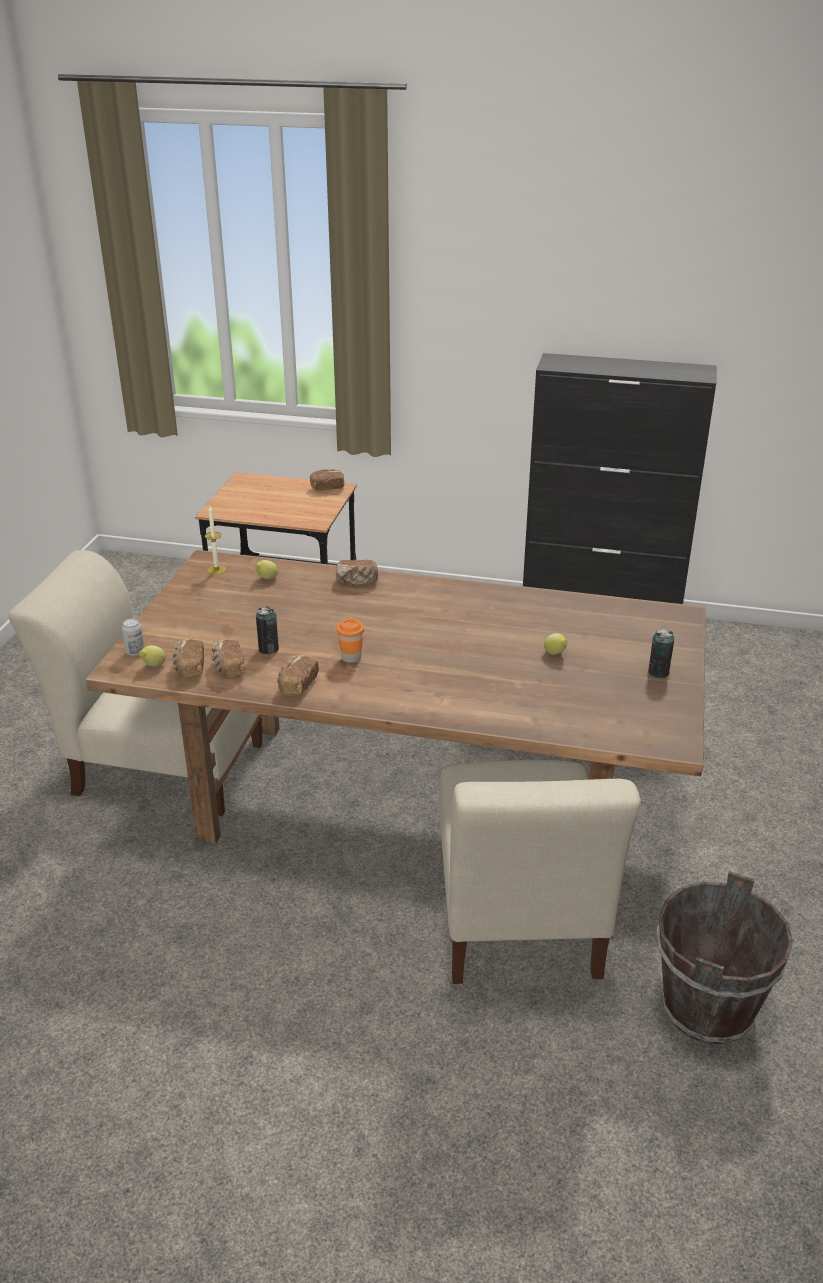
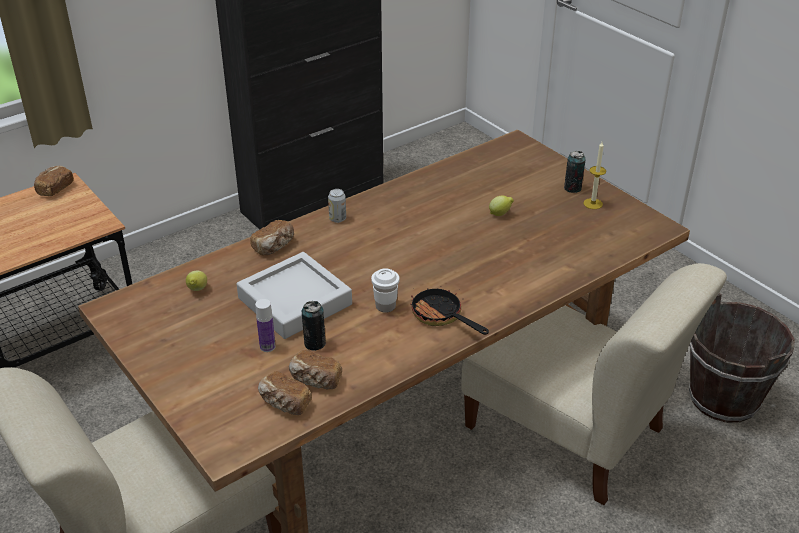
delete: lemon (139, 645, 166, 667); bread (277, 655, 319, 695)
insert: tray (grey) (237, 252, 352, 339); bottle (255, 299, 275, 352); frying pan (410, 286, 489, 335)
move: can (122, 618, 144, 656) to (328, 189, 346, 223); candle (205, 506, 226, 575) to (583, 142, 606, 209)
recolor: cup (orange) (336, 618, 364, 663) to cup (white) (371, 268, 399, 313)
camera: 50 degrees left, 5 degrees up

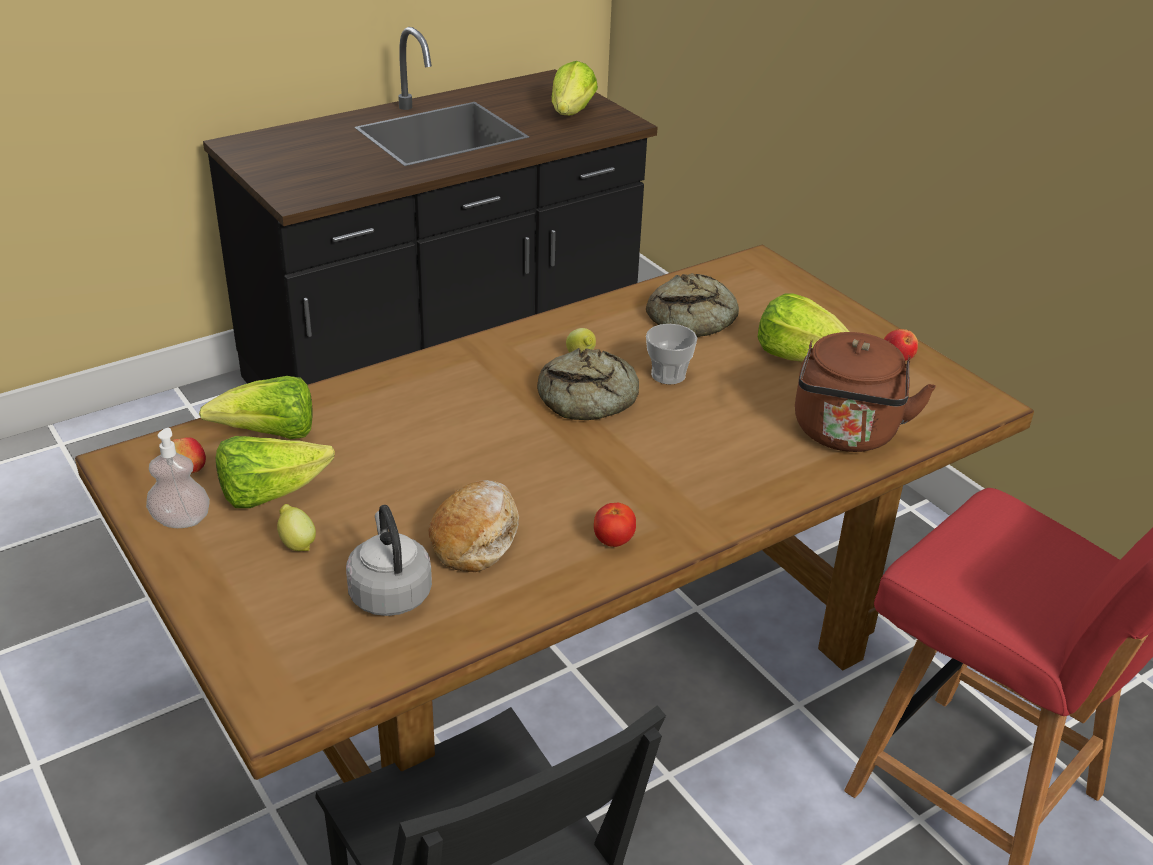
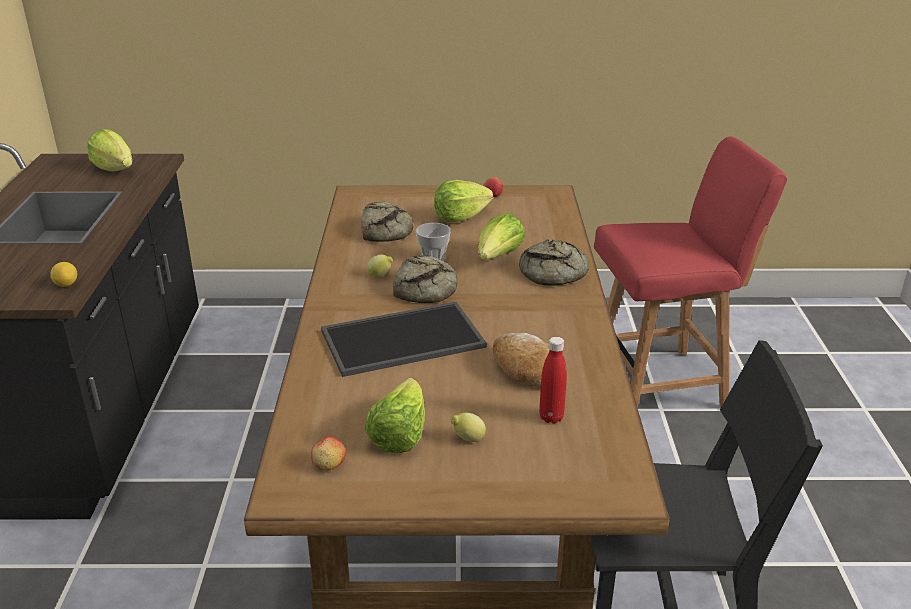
delete: soap dispenser (146, 428, 210, 528); tomato (594, 503, 636, 547); kettle (brown) (795, 332, 936, 452)
insert: lemon (50, 262, 77, 287); tray (321, 302, 487, 377); bread (519, 239, 589, 286)
move: lettuce (199, 376, 313, 439) to (478, 213, 525, 260)
replace: kettle (grey) (346, 505, 432, 616) to bottle (red) (539, 337, 567, 424)
camera: 55 degrees left, 5 degrees down

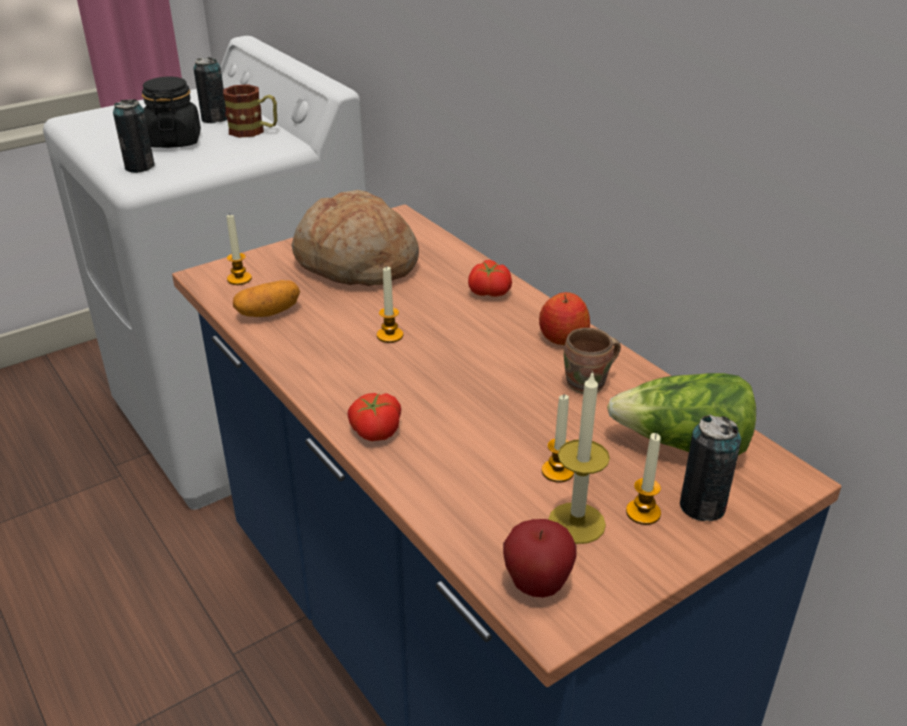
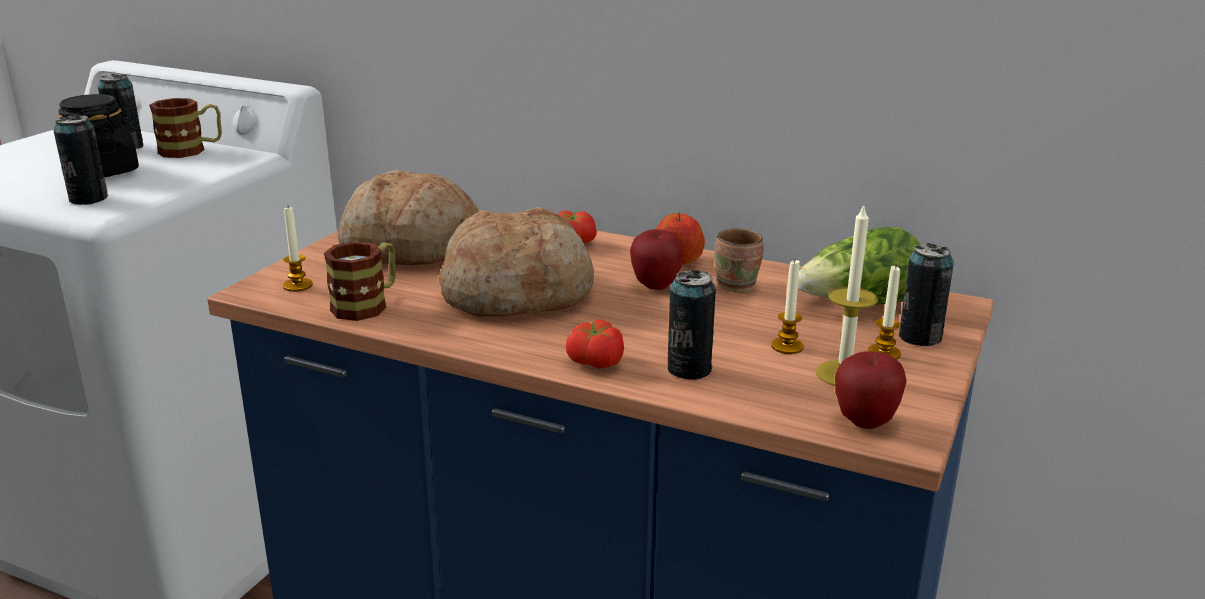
insert: apple (630, 229, 684, 290); can (668, 270, 716, 380)
replace: potato (233, 280, 300, 317) to mug (324, 241, 396, 321); candle (377, 266, 403, 343) to bread (439, 207, 594, 316)
camera: 30 degrees left, 10 degrees down

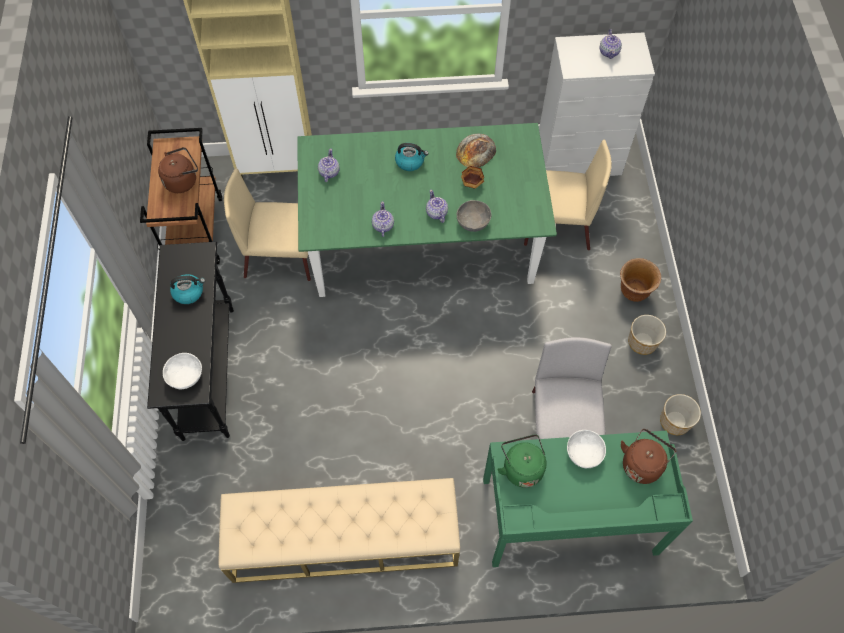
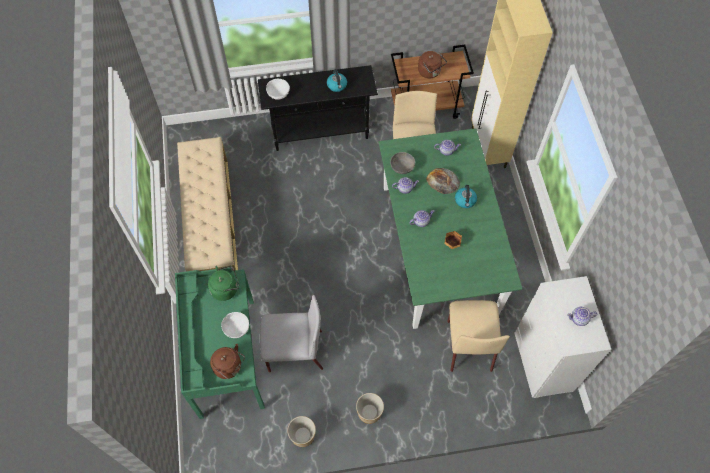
delete: planter (brown) (620, 258, 661, 302)
move: bread (456, 134, 496, 168) to (426, 168, 460, 194); bowl (grey) (457, 200, 491, 232) to (390, 152, 415, 174)
camera: 85 degrees right, 0 degrees up

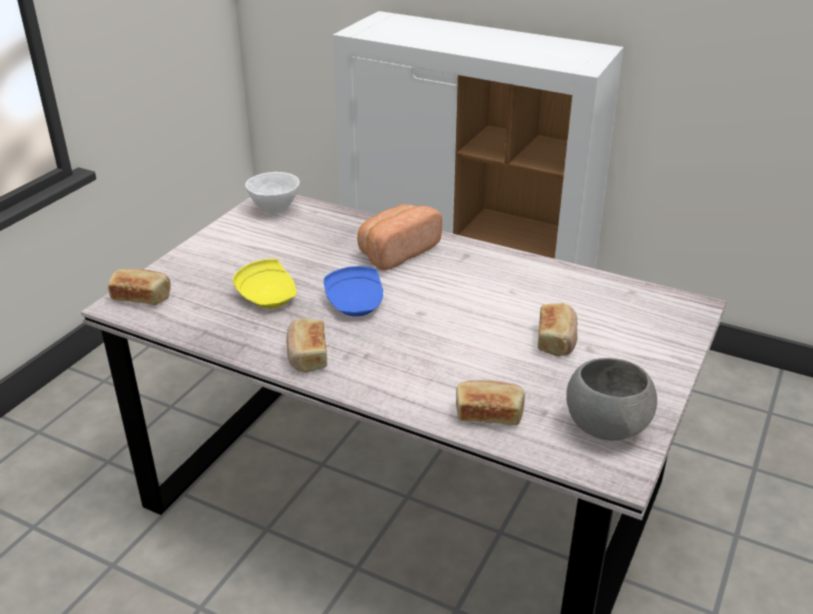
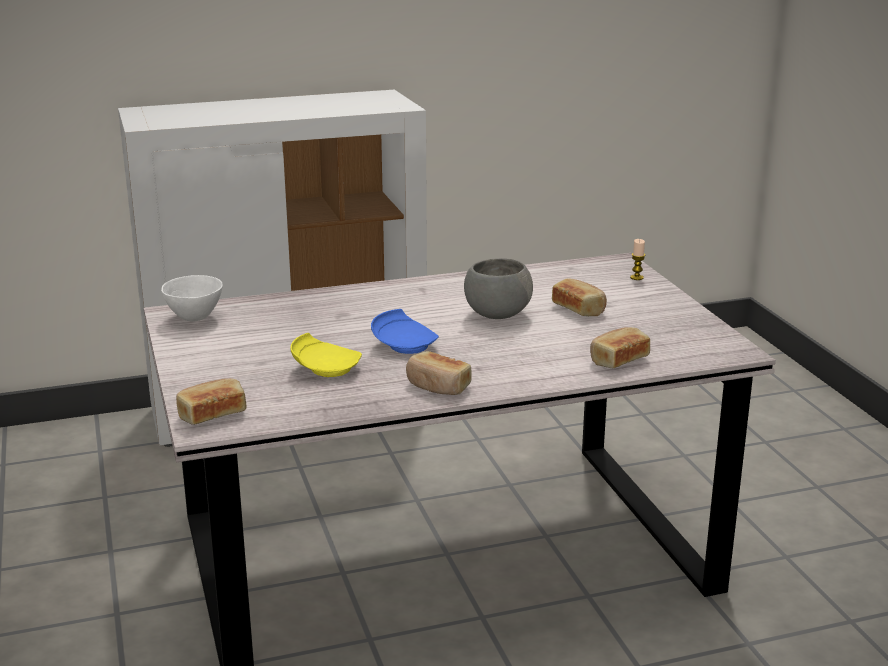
delete: bread (357, 204, 442, 270)
insert: candle (630, 239, 645, 280)
move: bowl (grey) (566, 358, 657, 441) to (464, 258, 533, 319)
camera: 45 degrees left, 10 degrees down

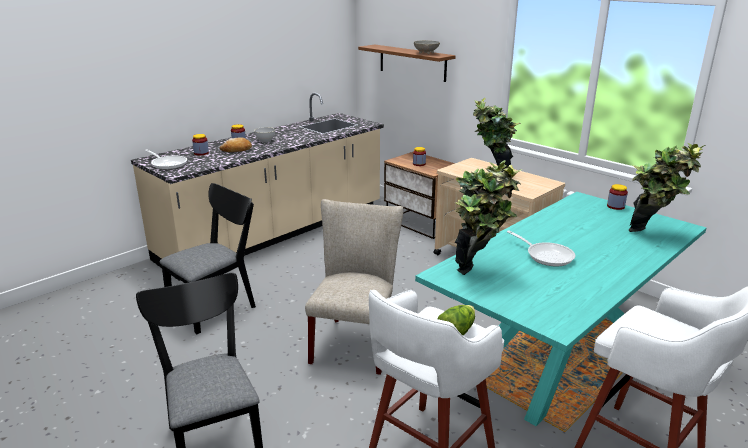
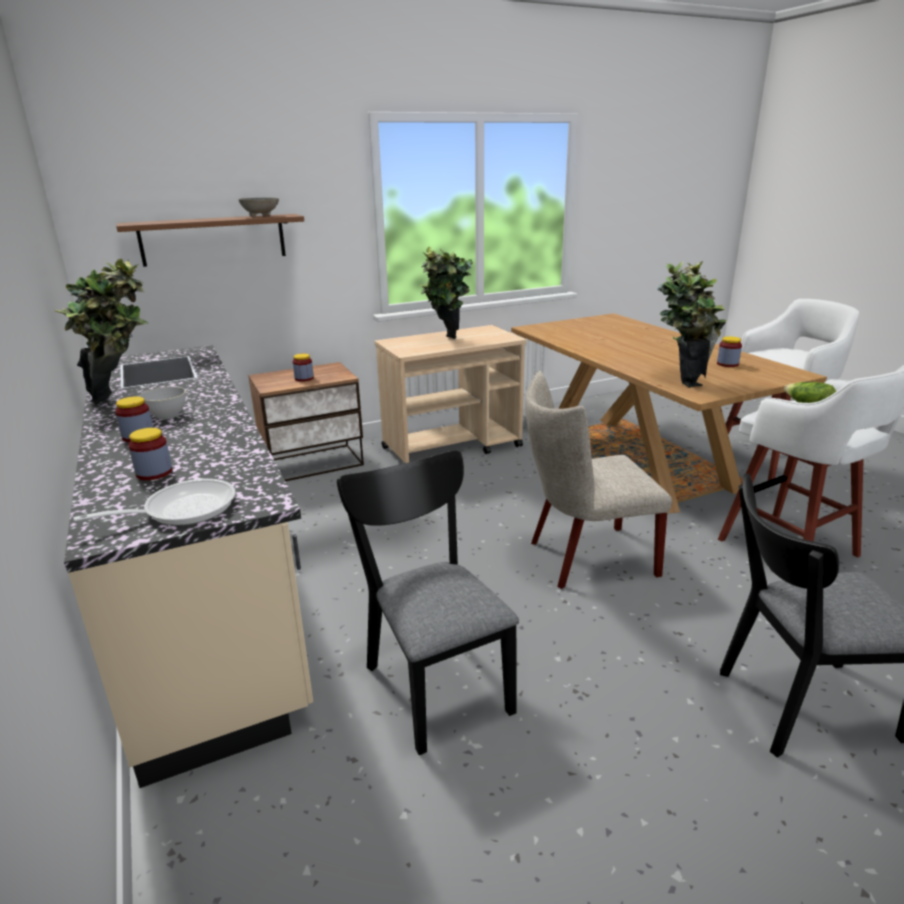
delete: bread (220, 137, 252, 152); frying pan (507, 231, 575, 266)
move: jar (607, 184, 628, 210) to (717, 336, 742, 367); potted plant (629, 142, 705, 232) to (53, 259, 148, 404)
recolor: dining table (turquoise) (415, 192, 706, 426) to dining table (brown) (511, 313, 827, 513)
rotate: chair (beige) (305, 199, 403, 375) = (525, 371, 672, 589) 45 degrees counterclockwise
camera: 70 degrees left, 0 degrees up

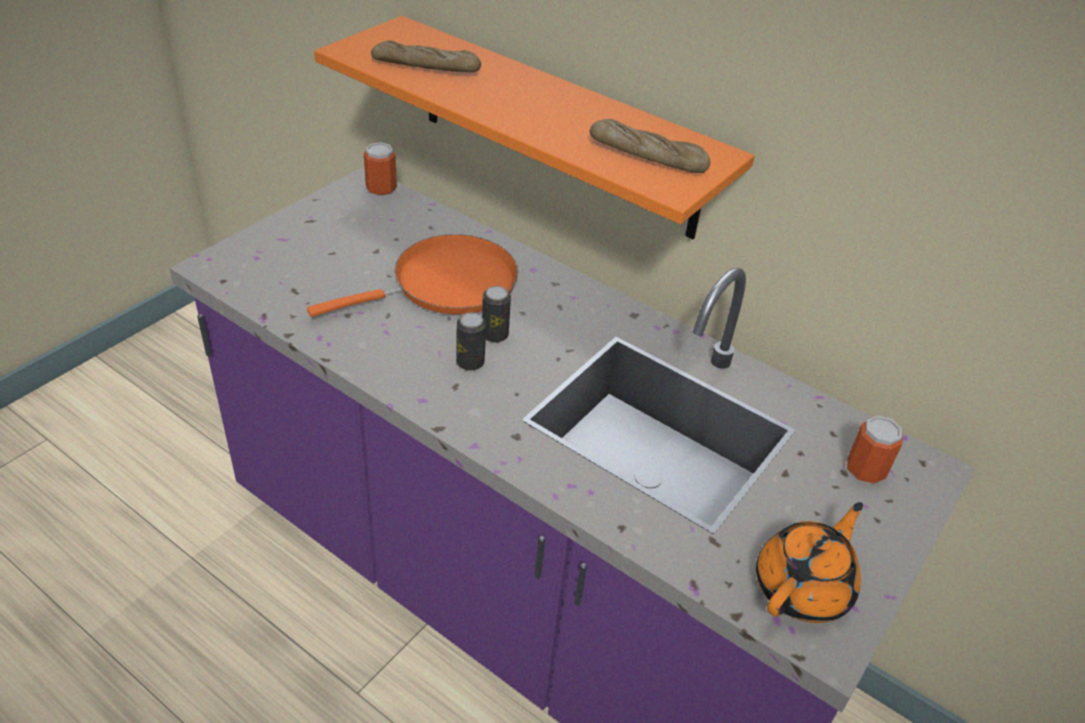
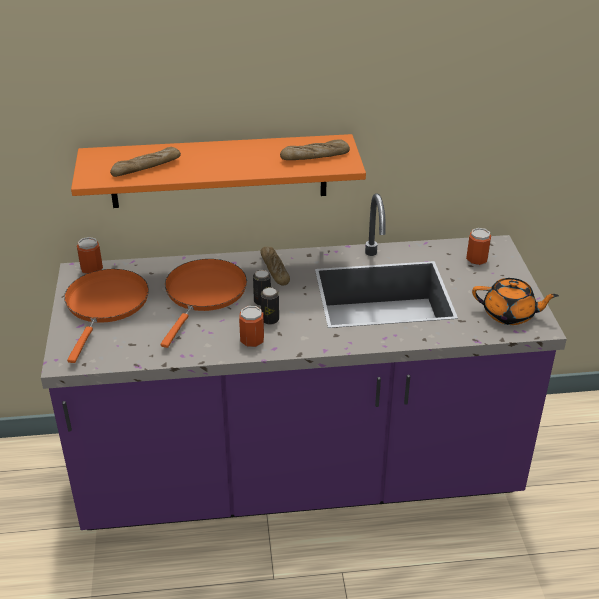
insert: frying pan (orange) (64, 269, 149, 363); can (239, 306, 264, 348); bread (260, 247, 290, 286)
rotate: teapot (orange) (756, 502, 863, 623) = (472, 278, 559, 325) 105 degrees clockwise
camera: 40 degrees left, 5 degrees down

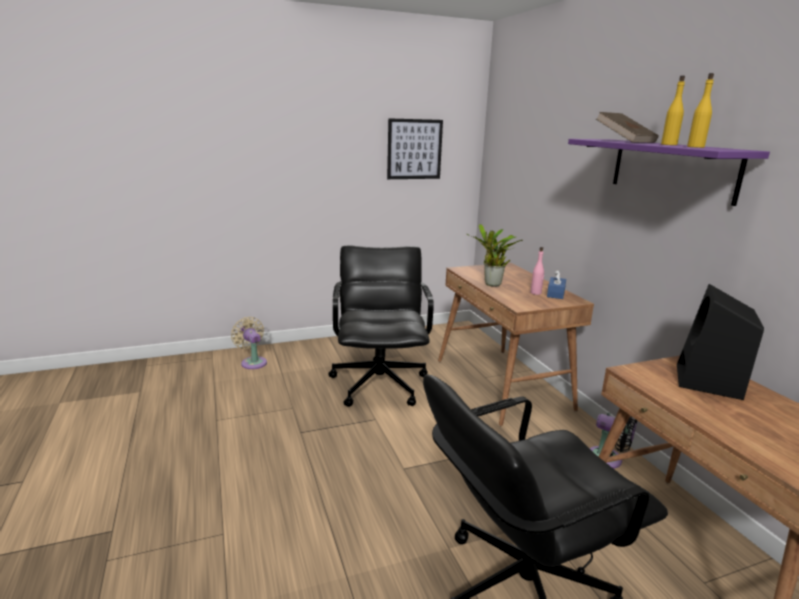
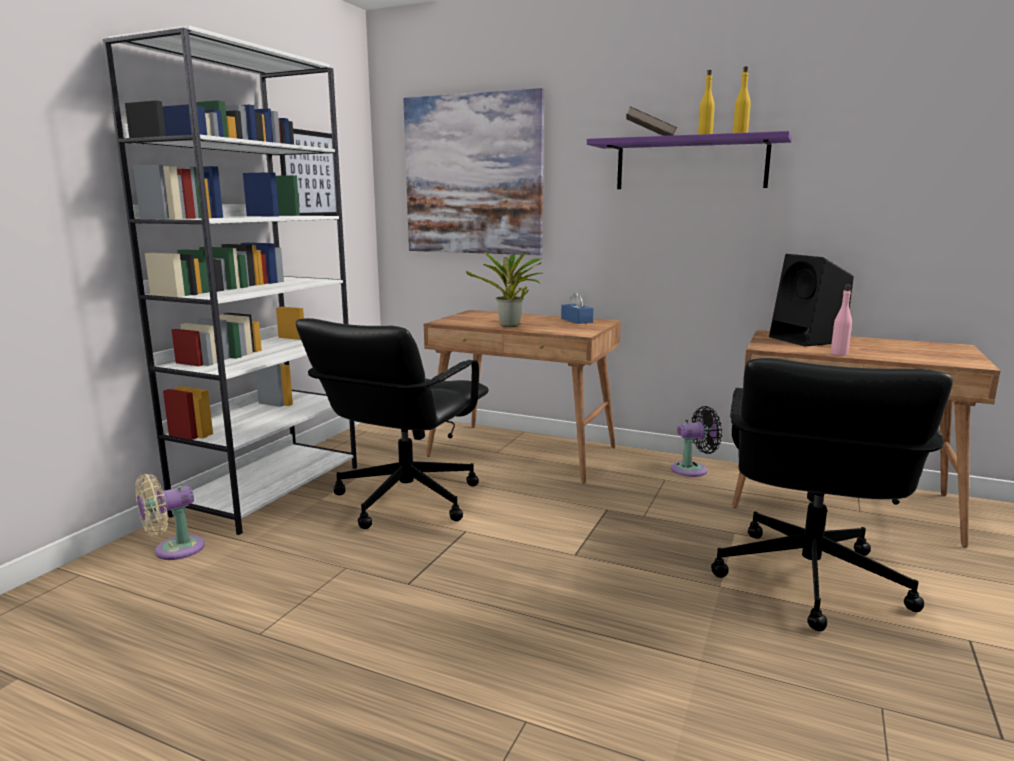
insert: bookcase (white) (103, 25, 357, 535); picture (403, 88, 544, 255)
move: bottle (pink) (530, 247, 544, 295) to (830, 284, 852, 356)
rotate: fan (beige) (231, 317, 267, 369) = (135, 474, 205, 560) 45 degrees counterclockwise; office chair (black) (328, 246, 434, 407) = (296, 318, 489, 529) 105 degrees counterclockwise
camera: 45 degrees left, 5 degrees down

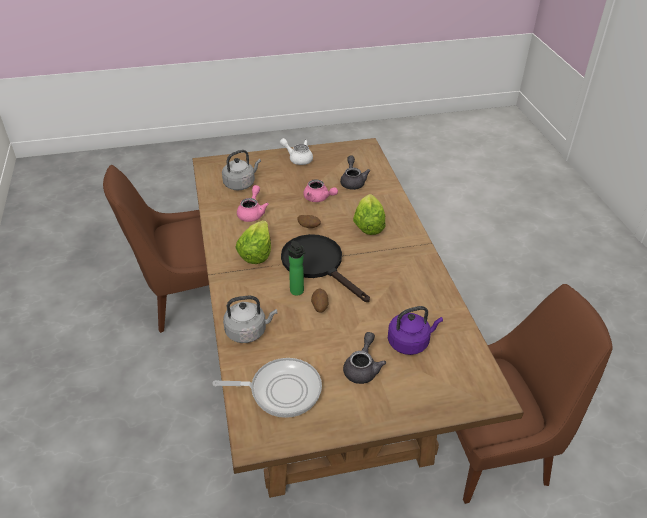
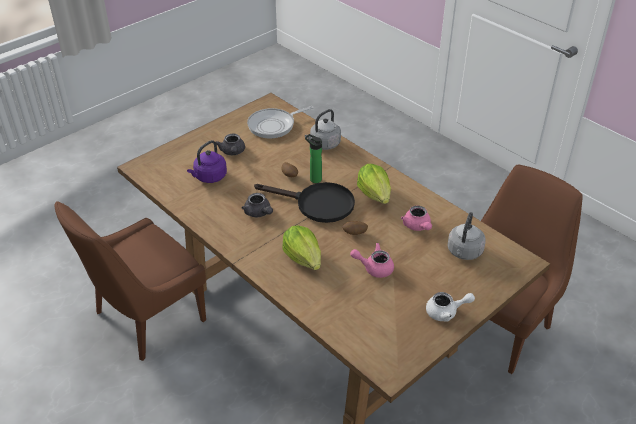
move: teapot (grey) (340, 156, 371, 190) to (241, 193, 273, 217)
camera: 150 degrees right, 0 degrees up

